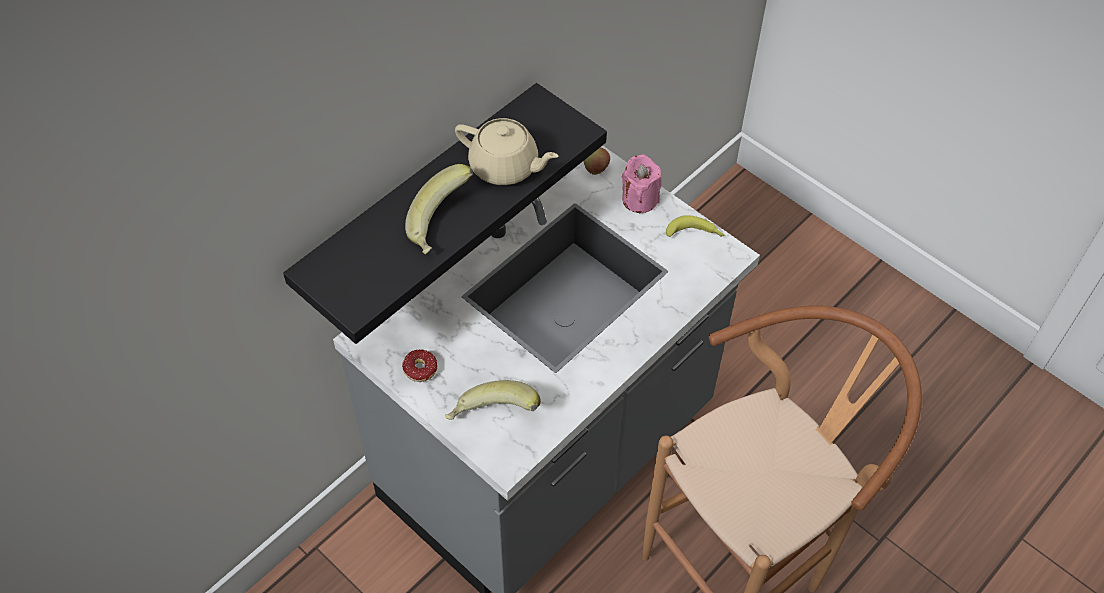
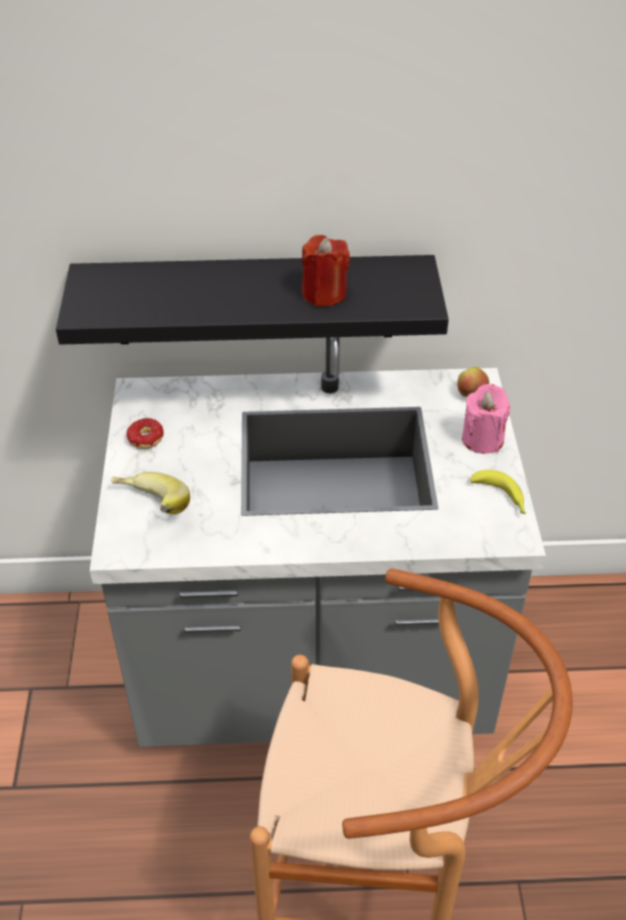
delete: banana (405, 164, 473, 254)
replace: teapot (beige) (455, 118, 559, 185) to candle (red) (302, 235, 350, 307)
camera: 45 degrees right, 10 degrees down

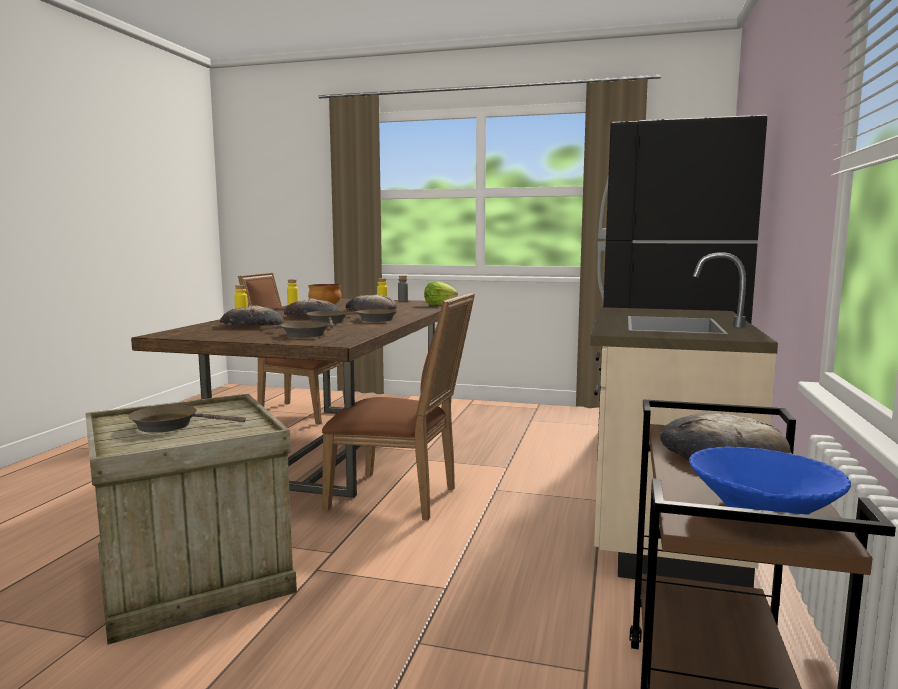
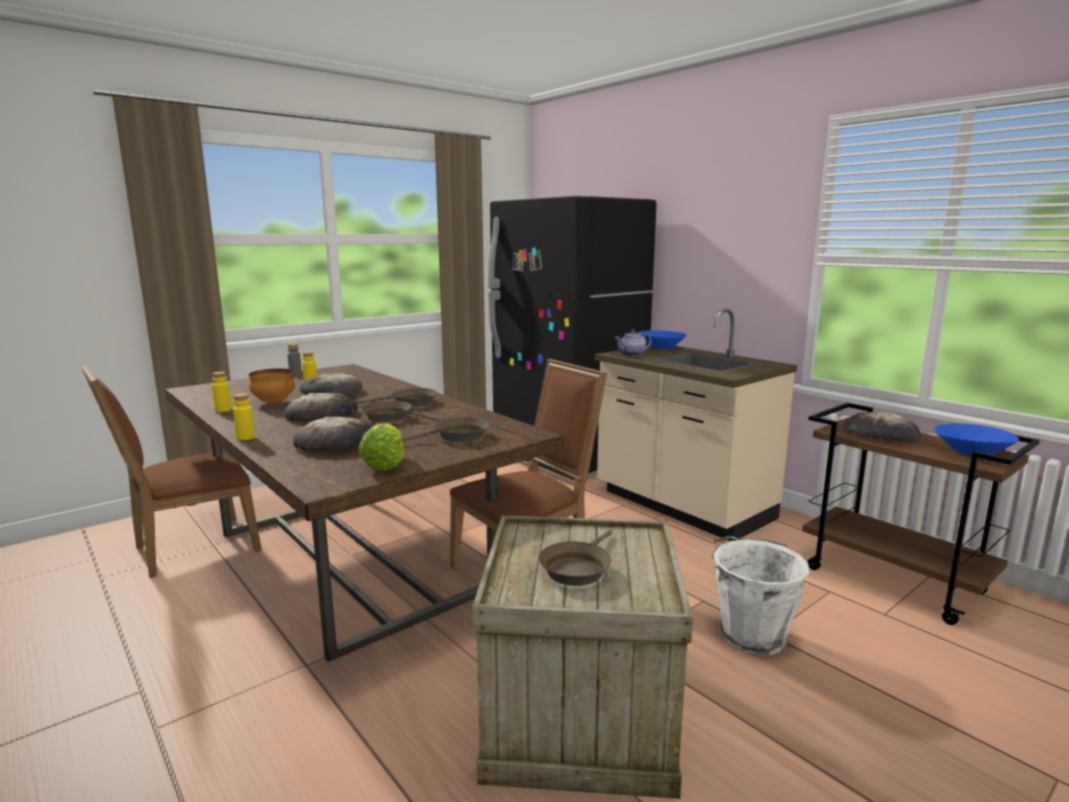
insert: teapot (614, 329, 652, 356); bowl (blue) (638, 330, 686, 349); bucket (white) (711, 536, 809, 655)
move: lettuce (424, 282, 458, 305) to (359, 423, 404, 471)
camera: 55 degrees left, 5 degrees up

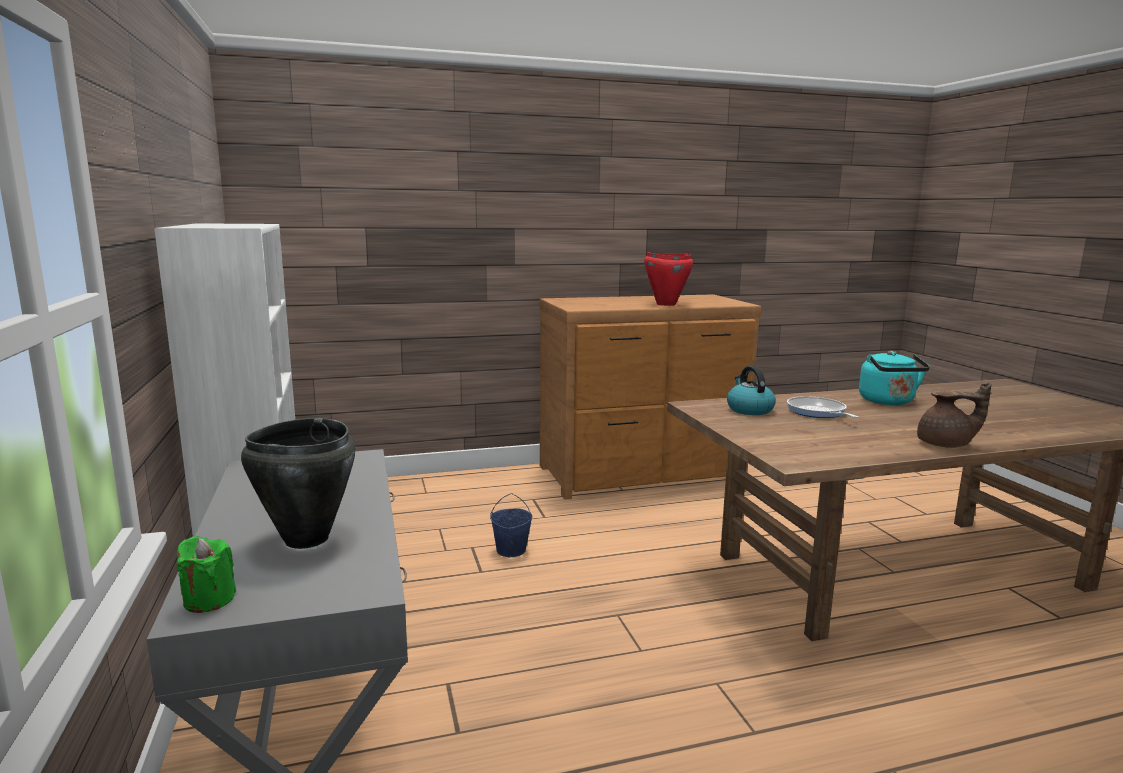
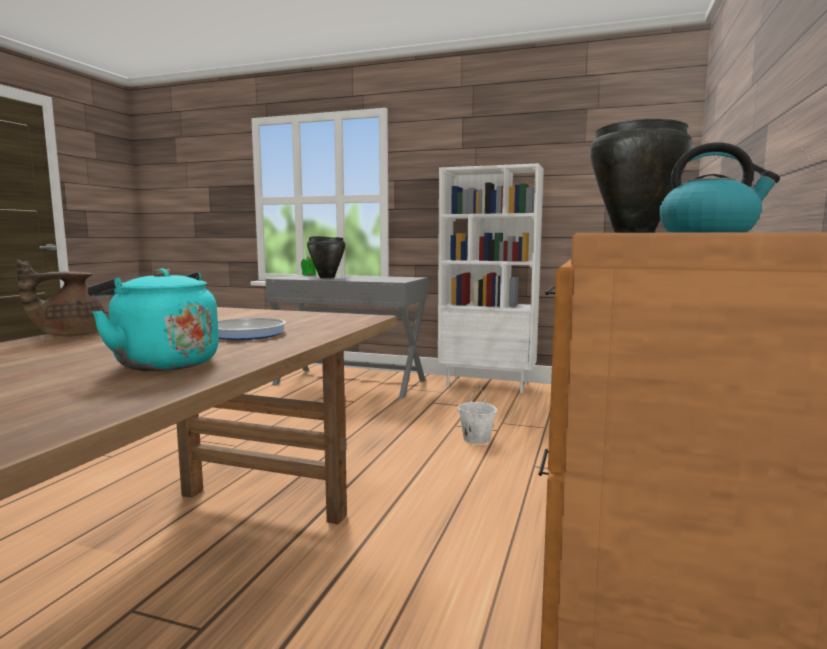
move: kettle (727, 366, 776, 415) to (659, 142, 780, 232)
recolor: bucket (blue) (490, 493, 532, 557) to bucket (white) (458, 385, 497, 444); cooking pot (red) (644, 252, 693, 306) to cooking pot (black) (589, 118, 693, 233)
camera: 125 degrees right, 5 degrees down

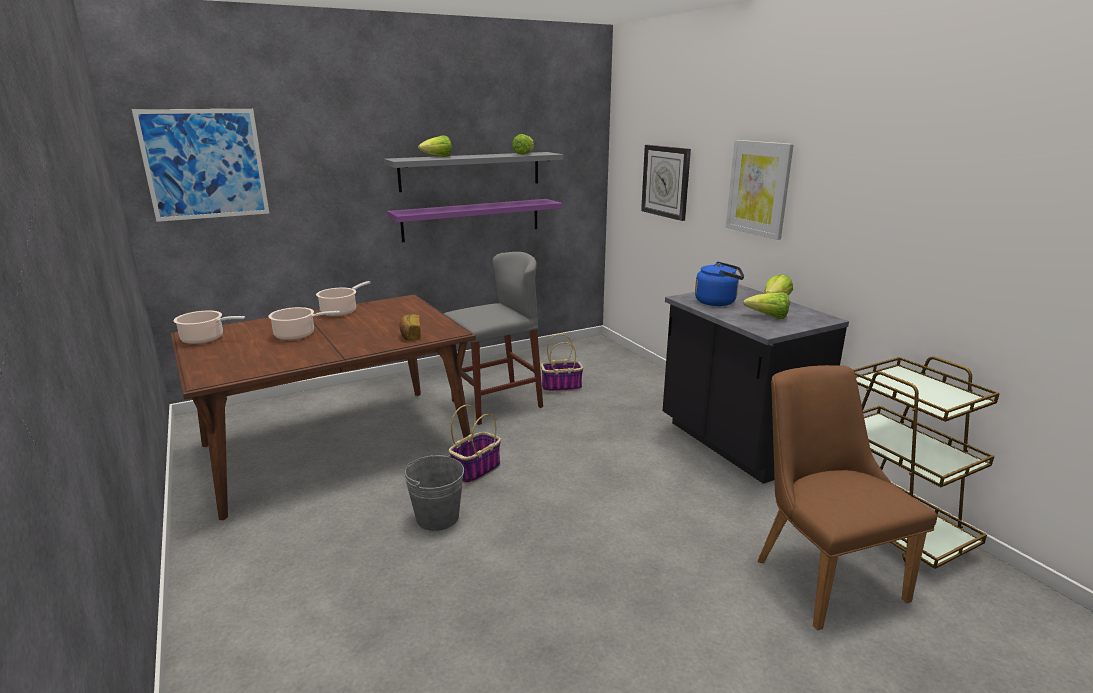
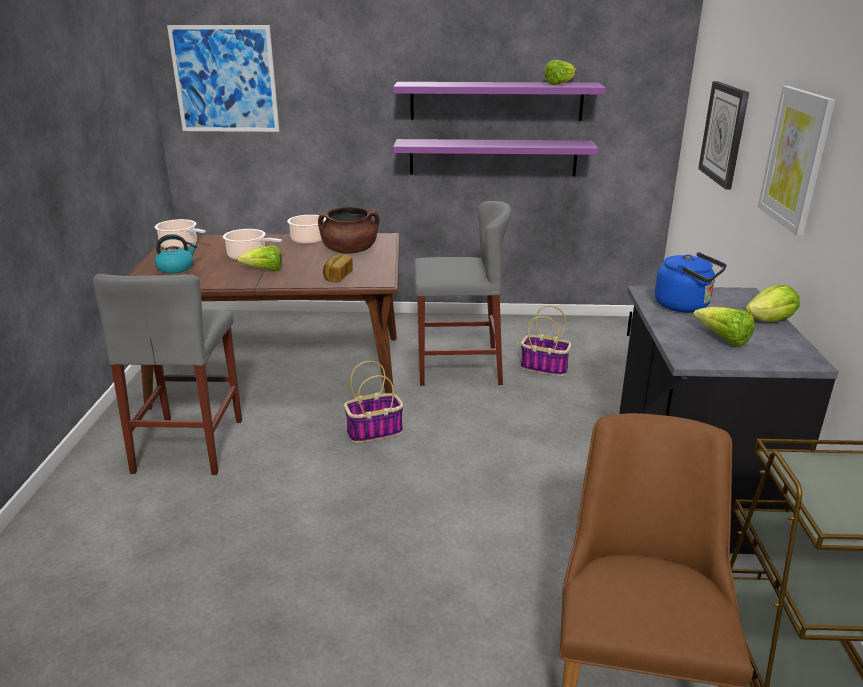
delete: bucket (grey) (404, 454, 464, 531)
insert: stool (grey) (93, 274, 242, 475); kettle (155, 234, 197, 273); cooking pot (brown) (318, 207, 380, 254)
move: lettuce (418, 135, 452, 157) to (237, 245, 282, 271)
recolor: shelf (grey) (384, 152, 563, 192) to shelf (purple) (393, 82, 606, 121)
camera: 30 degrees right, 5 degrees up

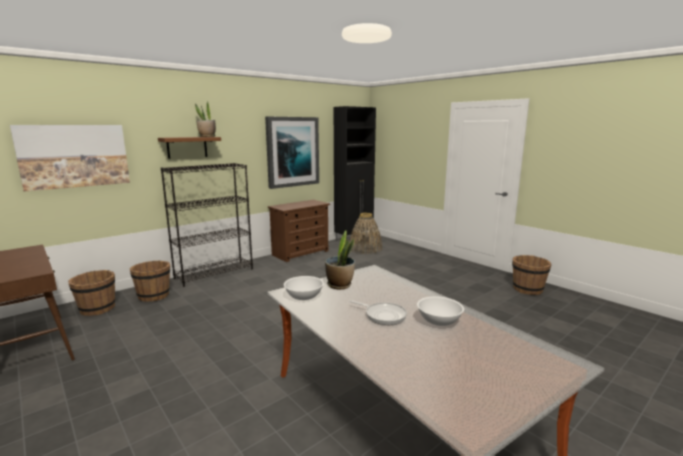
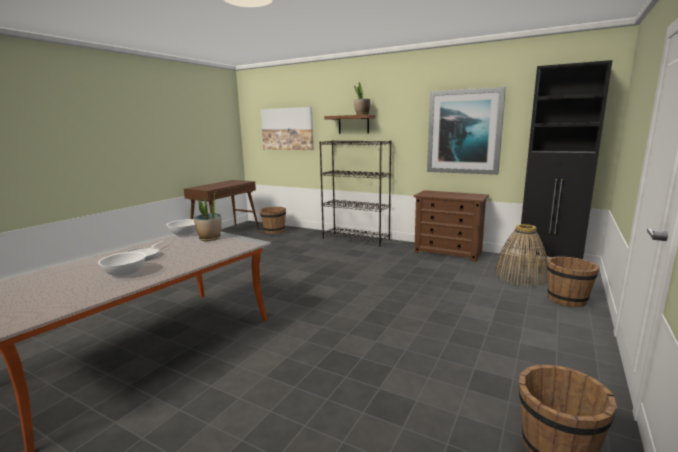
move: bucket (brown) (130, 261, 170, 301) to (547, 256, 600, 307)
camera: 70 degrees right, 0 degrees up

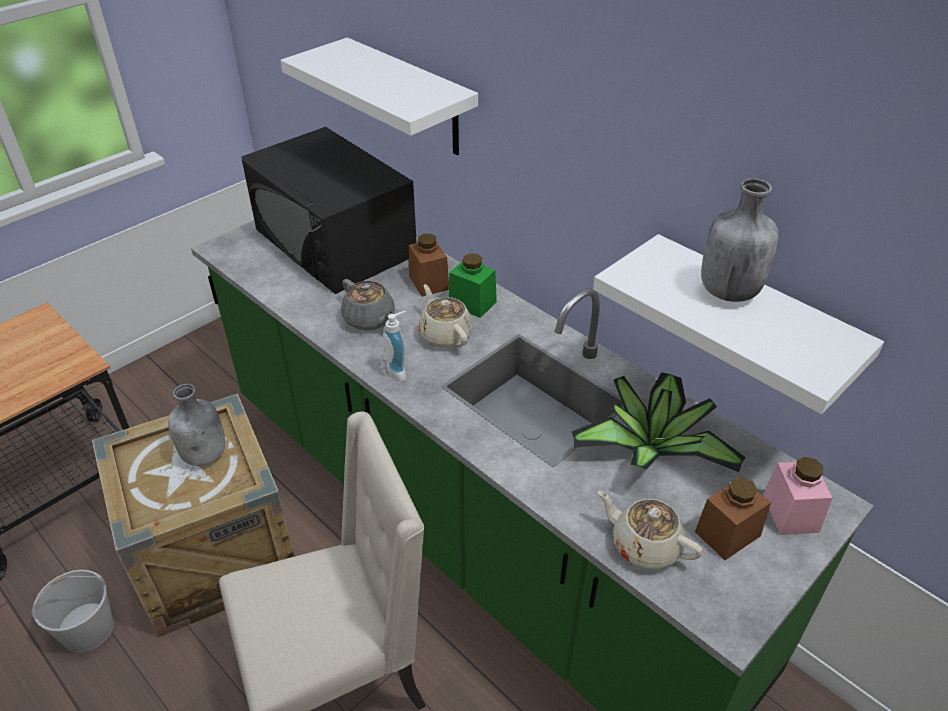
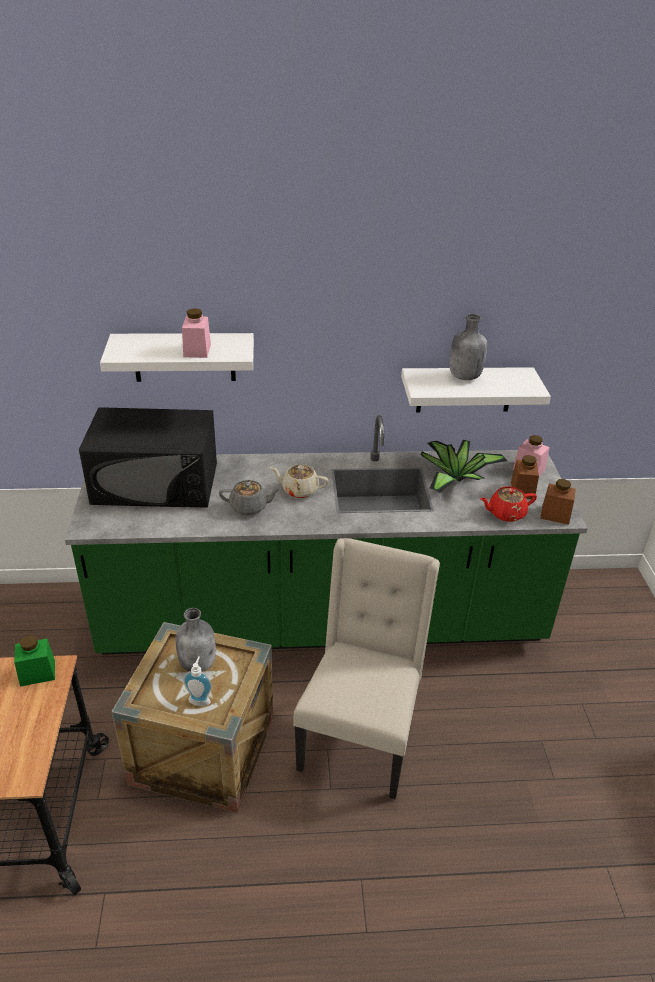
delete: bucket (white) (31, 570, 114, 653)
insert: jar (pink) (182, 308, 211, 358)
move: soap dispenser (383, 311, 406, 381) to (183, 656, 212, 706); jar (brown) (409, 234, 449, 297) to (540, 479, 576, 525); jar (green) (448, 253, 497, 318) to (14, 635, 55, 687)
recolor: teapot (beige) (598, 491, 703, 569) to teapot (red) (480, 486, 537, 522)
camera: 50 degrees left, 5 degrees down

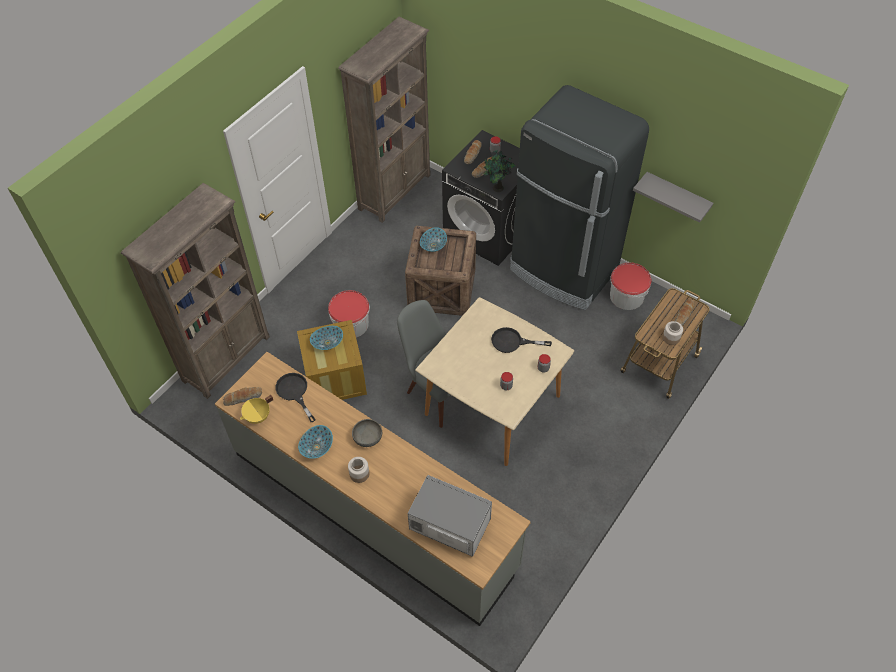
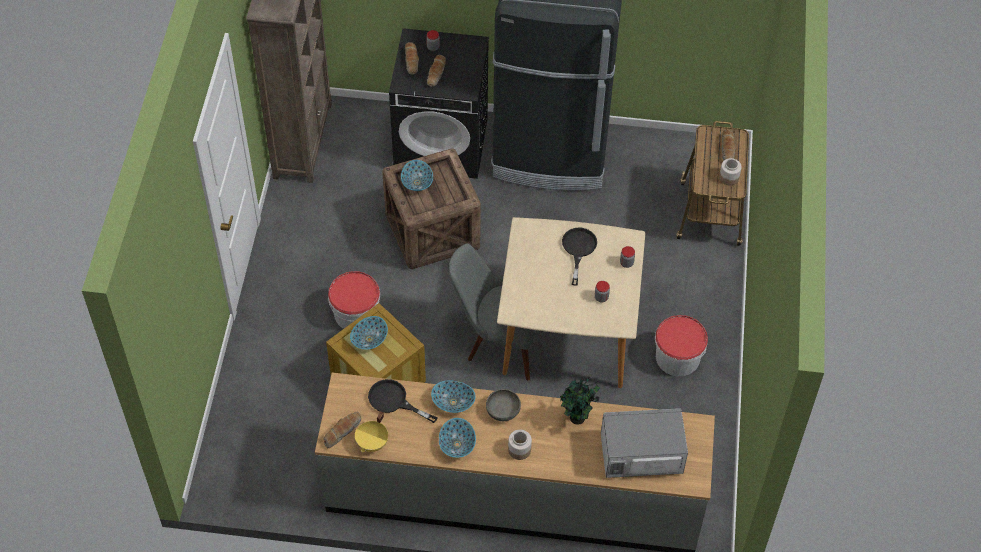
delete: bookcase (brown) (121, 183, 270, 399); shelf (grey) (633, 172, 713, 223)
insert: bowl (431, 380, 476, 413)
move: potted plant (483, 150, 515, 192) to (560, 378, 600, 425); bucket (610, 263, 652, 310) to (655, 315, 708, 376)
rotate: frying pan (black) (491, 327, 552, 353) = (562, 228, 597, 285) 120 degrees clockwise
camera: 30 degrees left, 0 degrees up

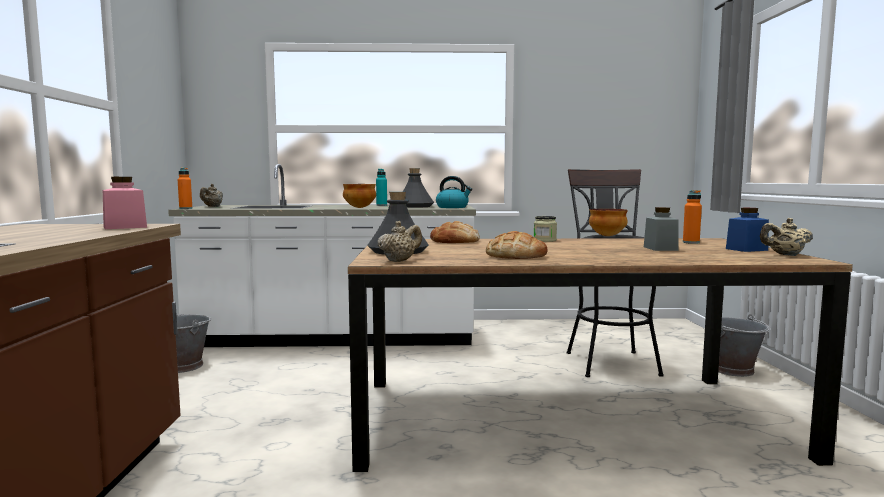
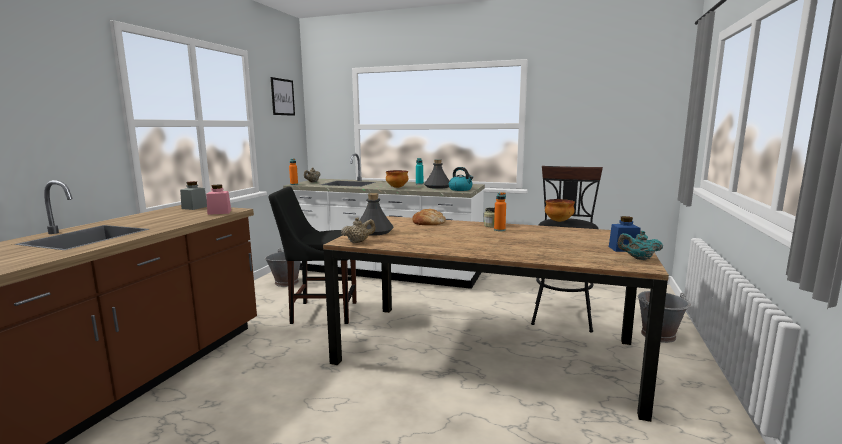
delete: bread (486, 231, 548, 259)
insert: chair (black) (269, 187, 357, 324); picture (271, 77, 295, 116)
move: jar (grey) (644, 207, 679, 251) to (180, 181, 207, 210); bottle (orange) (683, 190, 702, 244) to (494, 192, 506, 231)
recolor: teapot (beige) (760, 218, 813, 256) to teapot (turquoise) (618, 231, 663, 260)
camera: 20 degrees right, 5 degrees up

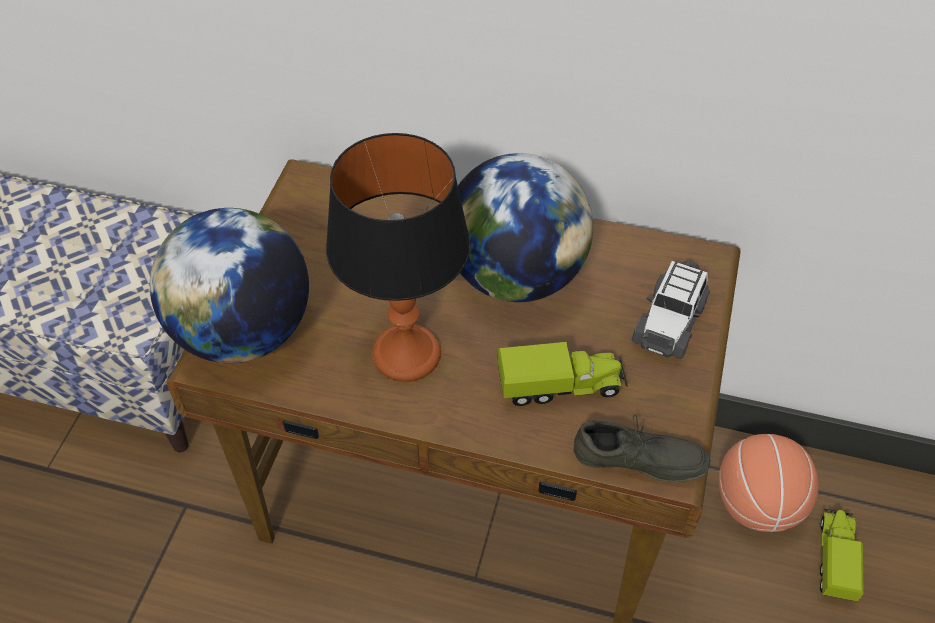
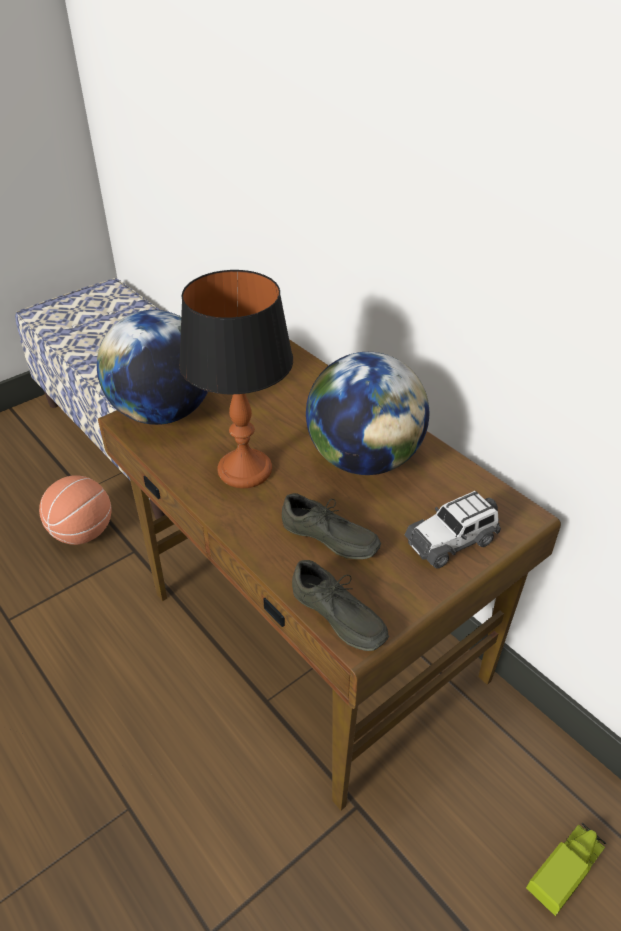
move: basketball (719, 434, 819, 532) to (39, 475, 112, 545)
replace: toy truck (498, 342, 628, 406) to shoe (grey) (282, 493, 381, 559)
camera: 35 degrees right, 10 degrees down

